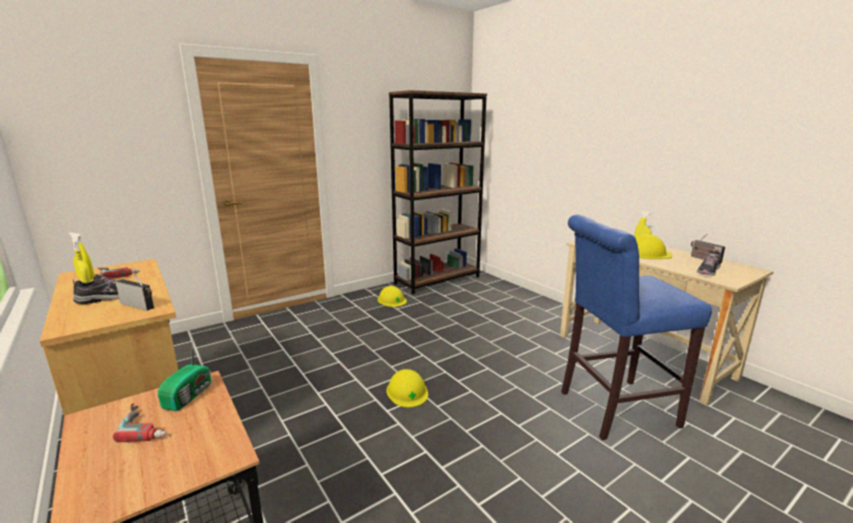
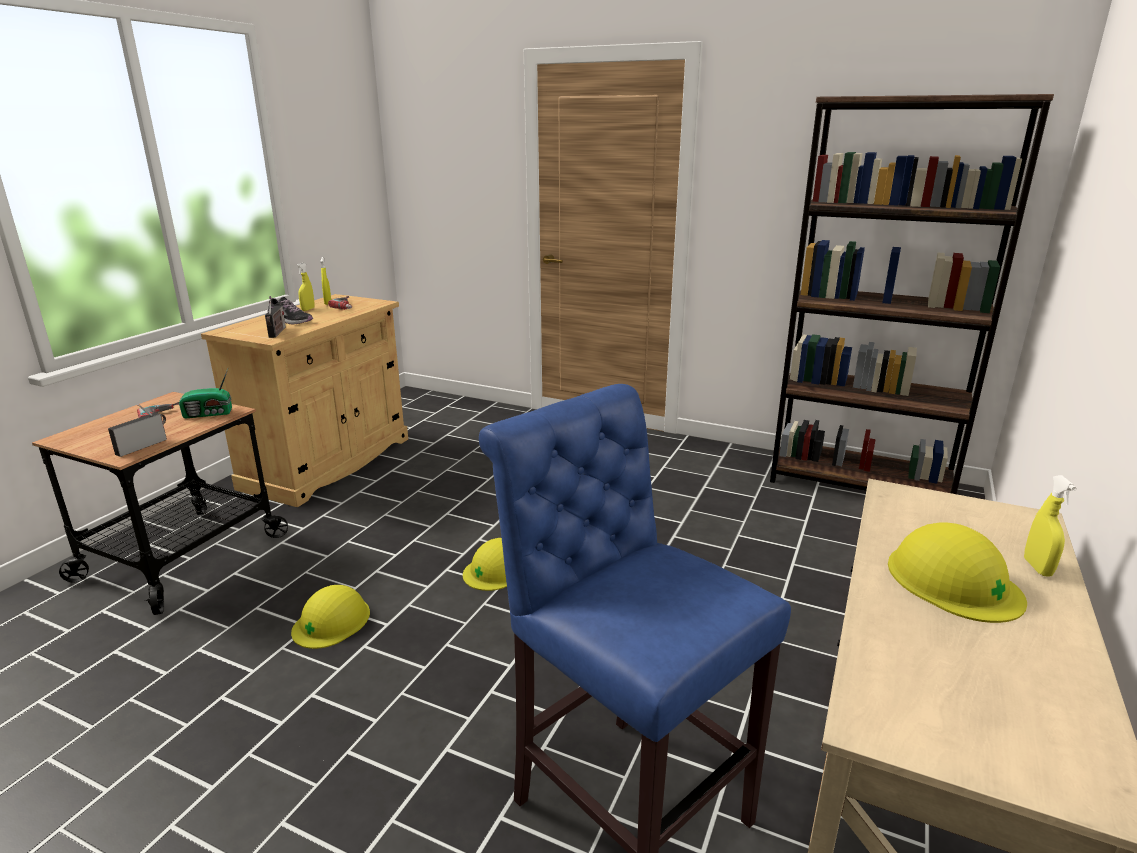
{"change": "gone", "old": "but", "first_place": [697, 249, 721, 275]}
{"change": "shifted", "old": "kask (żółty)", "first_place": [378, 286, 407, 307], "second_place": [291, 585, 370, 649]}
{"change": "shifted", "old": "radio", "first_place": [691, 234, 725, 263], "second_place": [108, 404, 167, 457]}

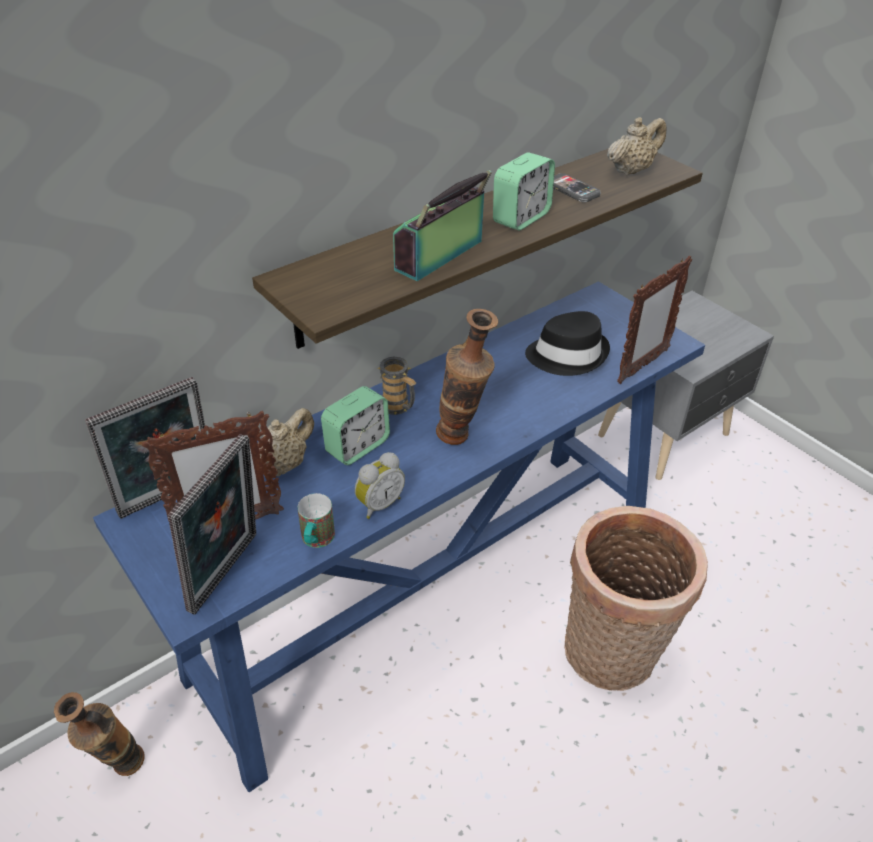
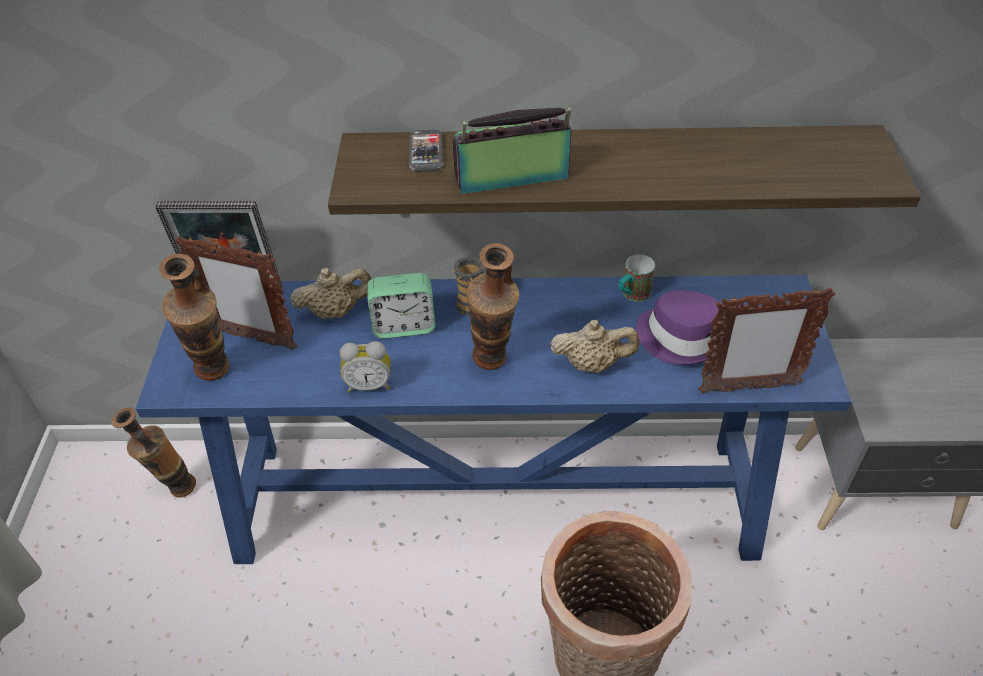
{"change": "gone", "old": "budzik", "first_place": [493, 152, 555, 230]}
{"change": "shifted", "old": "kubek", "first_place": [297, 493, 335, 548], "second_place": [619, 254, 655, 302]}
{"change": "shifted", "old": "telefon", "first_place": [553, 173, 601, 202], "second_place": [409, 130, 443, 172]}
{"change": "shifted", "old": "imbryk (beżowy)", "first_place": [607, 117, 666, 175], "second_place": [550, 320, 640, 373]}
{"change": "swapped", "old": "ramka na zdjęcie", "new": "wazon", "first_place": [168, 434, 256, 615], "second_place": [159, 254, 229, 381]}
{"change": "repainted", "old": "kapelusz (czarny)", "new": "kapelusz (fioletowy)", "first_place": [525, 311, 610, 376], "second_place": [636, 290, 724, 365]}

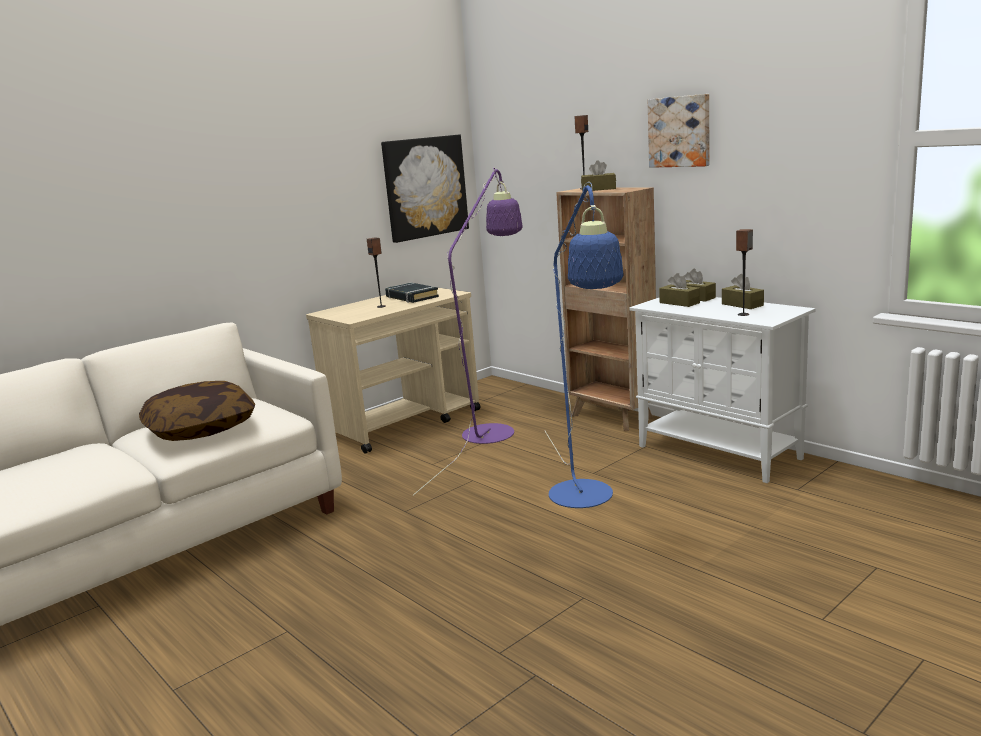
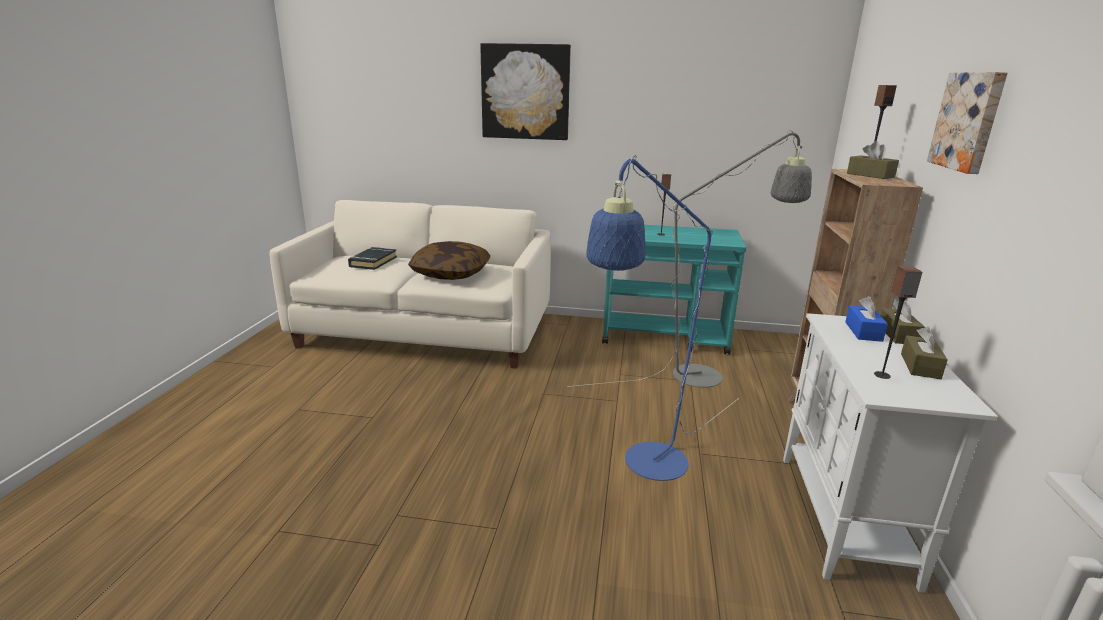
{"change": "shifted", "old": "obraz", "first_place": [381, 134, 469, 243], "second_place": [480, 43, 571, 140]}
{"change": "shifted", "old": "książka (czarny)", "first_place": [385, 283, 439, 303], "second_place": [348, 247, 397, 270]}
{"change": "repainted", "old": "wózek (beżowy)", "new": "wózek (turkusowy)", "first_place": [306, 288, 481, 454], "second_place": [602, 225, 747, 355]}
{"change": "repainted", "old": "lampa stojąca (fioletowy)", "new": "lampa stojąca (szary)", "first_place": [413, 167, 523, 495], "second_place": [567, 130, 812, 388]}
{"change": "repainted", "old": "pudełko chusteczek (brązowy)", "new": "pudełko chusteczek (niebieski)", "first_place": [659, 273, 700, 307], "second_place": [845, 296, 888, 342]}

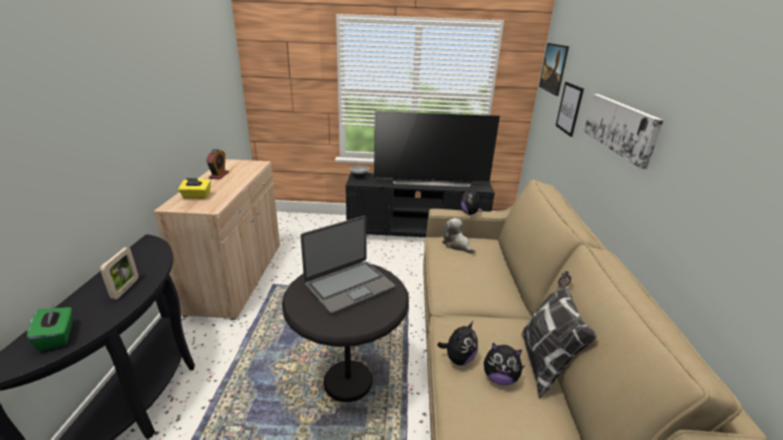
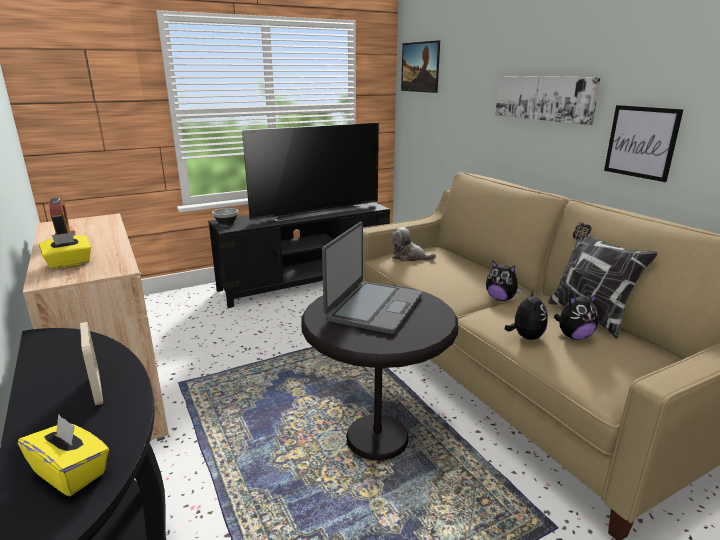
{"change": "shifted", "old": "pluszak", "first_place": [461, 186, 482, 215], "second_place": [486, 261, 523, 301]}
{"change": "shifted", "old": "obraz", "first_place": [556, 82, 584, 137], "second_place": [604, 105, 684, 182]}
{"change": "repainted", "old": "pudełko chusteczek (zielony)", "new": "pudełko chusteczek (żółty)", "first_place": [27, 305, 72, 351], "second_place": [18, 414, 109, 496]}

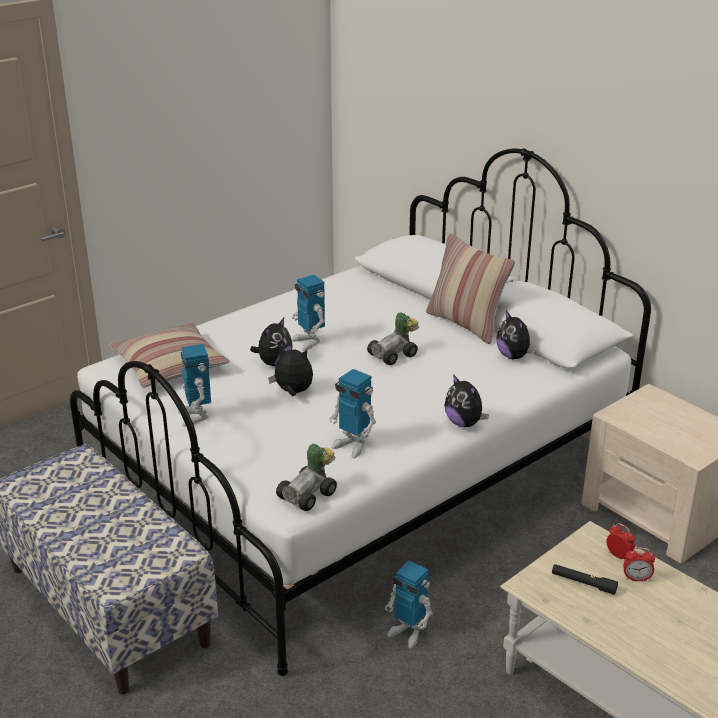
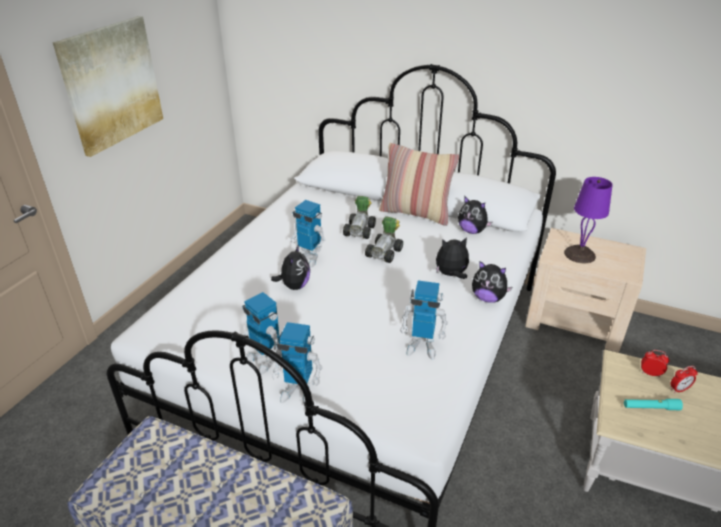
{"change": "gone", "old": "poduszka", "first_place": [109, 322, 230, 388]}
{"change": "new", "new": "obraz", "second_place": [53, 16, 163, 157]}
{"change": "new", "new": "lampa stołowa (fioletowy)", "second_place": [564, 177, 612, 263]}
{"change": "shifted", "old": "pluszak", "first_place": [268, 345, 313, 396], "second_place": [436, 237, 469, 279]}
{"change": "shifted", "old": "samochodzik", "first_place": [276, 444, 337, 511], "second_place": [343, 196, 376, 239]}
{"change": "shifted", "old": "robot zabawkowy", "first_place": [385, 561, 433, 648], "second_place": [271, 322, 322, 403]}
{"change": "repainted", "old": "latarka (czarny)", "new": "latarka (turkusowy)", "first_place": [552, 564, 618, 595], "second_place": [624, 399, 683, 410]}

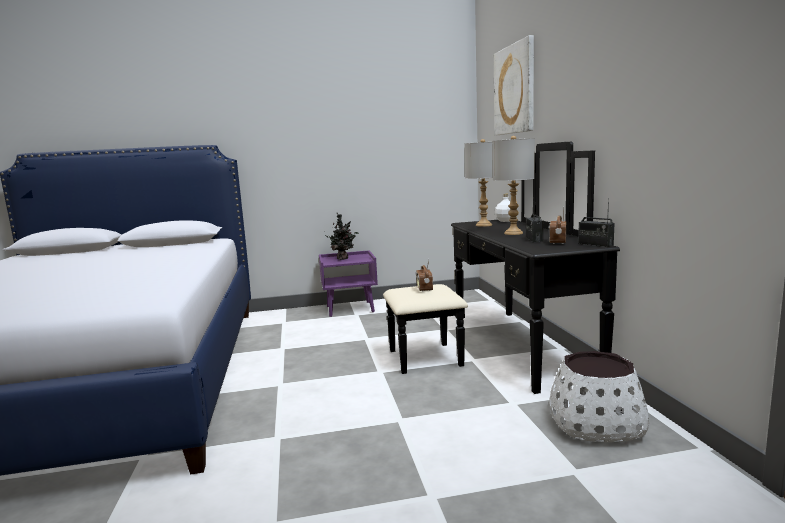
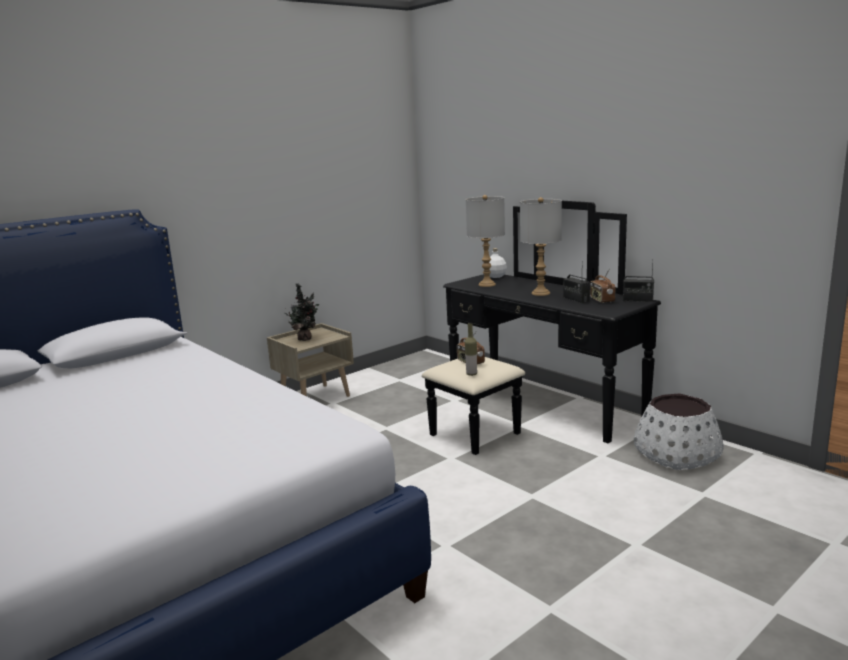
{"change": "gone", "old": "obraz", "first_place": [494, 35, 534, 135]}
{"change": "new", "new": "butelka", "second_place": [465, 323, 477, 376]}
{"change": "repainted", "old": "szafka nocna (fioletowy)", "new": "szafka nocna (beżowy)", "first_place": [319, 250, 378, 317], "second_place": [267, 323, 354, 397]}

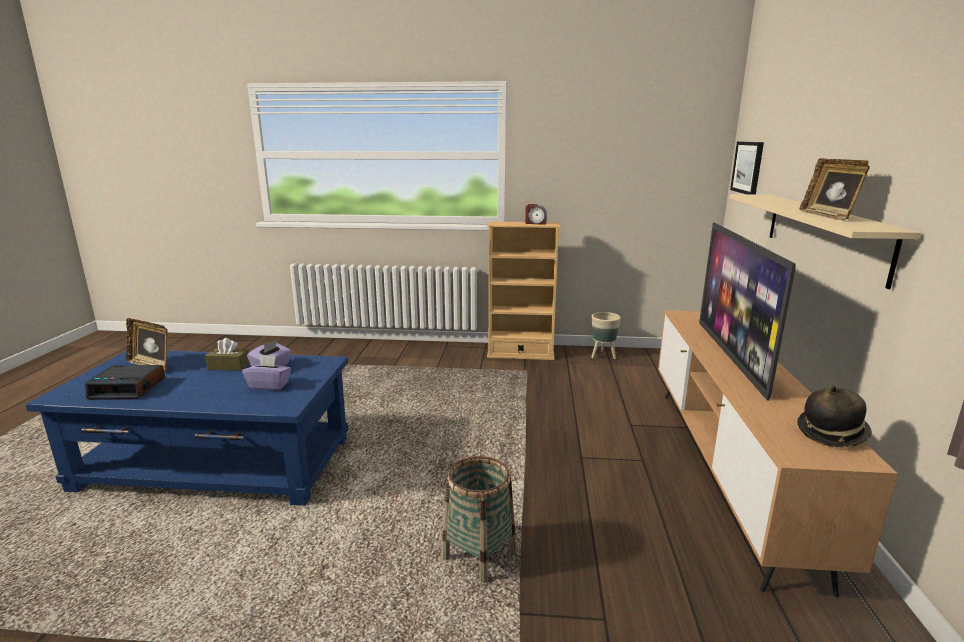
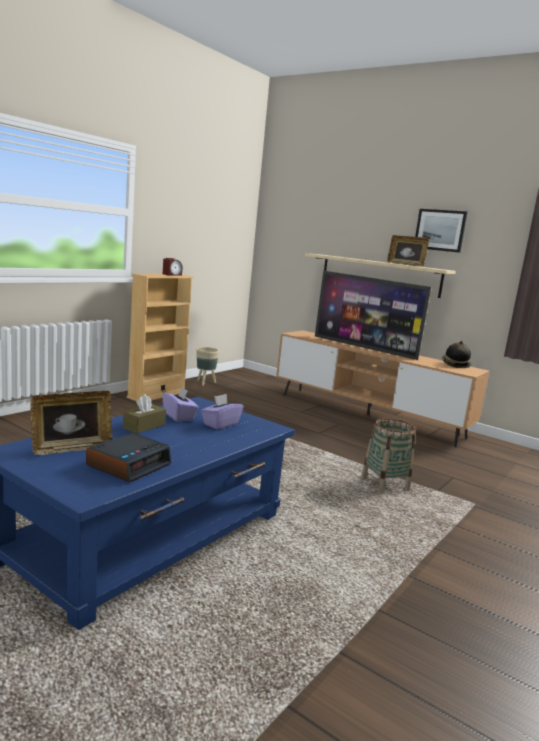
{"change": "shifted", "old": "obraz", "first_place": [730, 142, 764, 194], "second_place": [415, 209, 468, 253]}

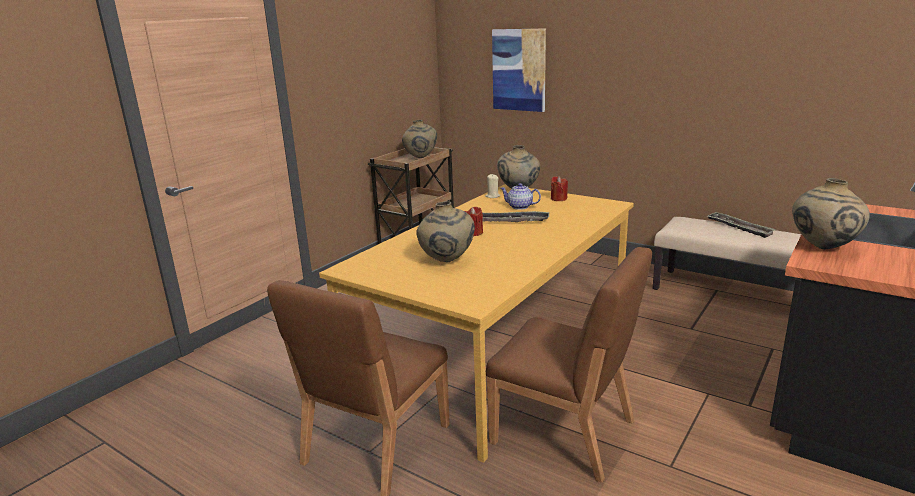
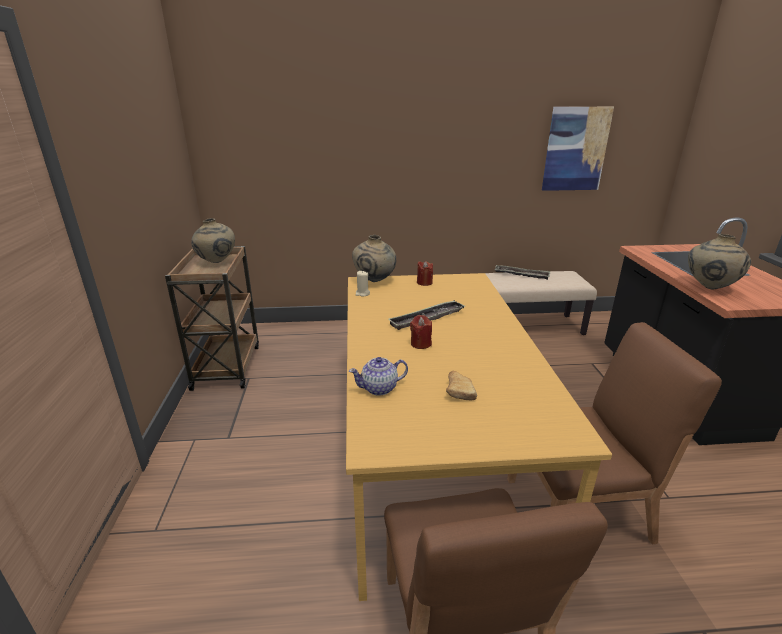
{"change": "shifted", "old": "obraz", "first_place": [492, 29, 546, 112], "second_place": [542, 107, 614, 191]}
{"change": "shifted", "old": "imbryk", "first_place": [500, 183, 541, 210], "second_place": [349, 357, 408, 396]}
{"change": "swapped", "old": "wazon (beżowy)", "new": "chleb", "first_place": [416, 201, 475, 262], "second_place": [446, 371, 477, 401]}

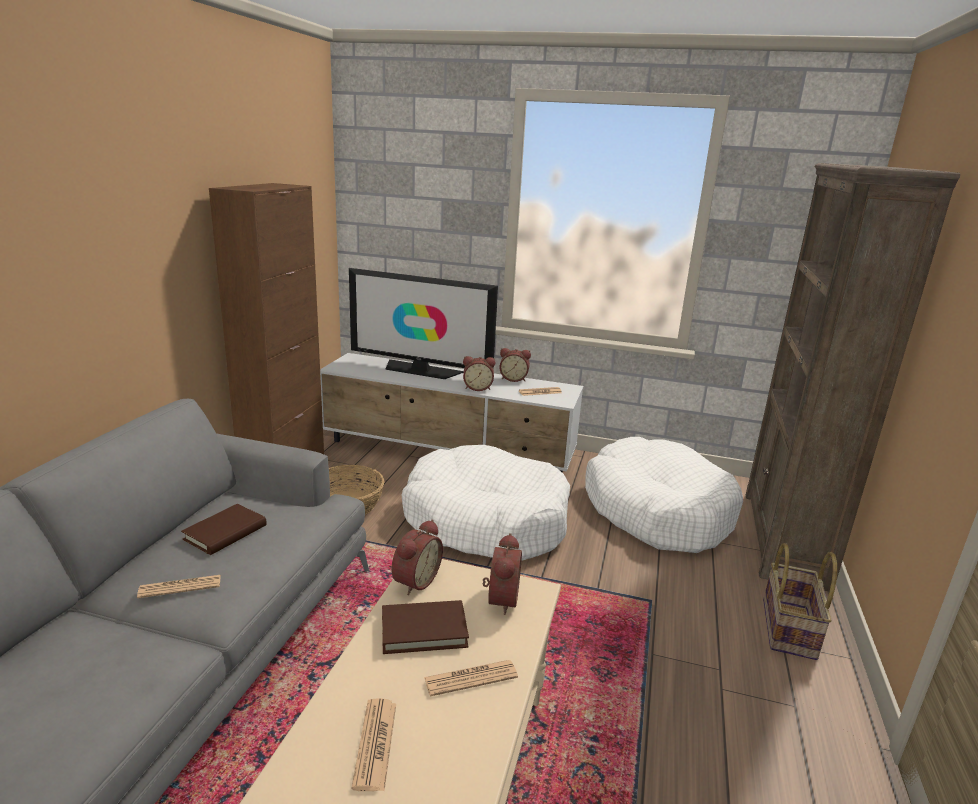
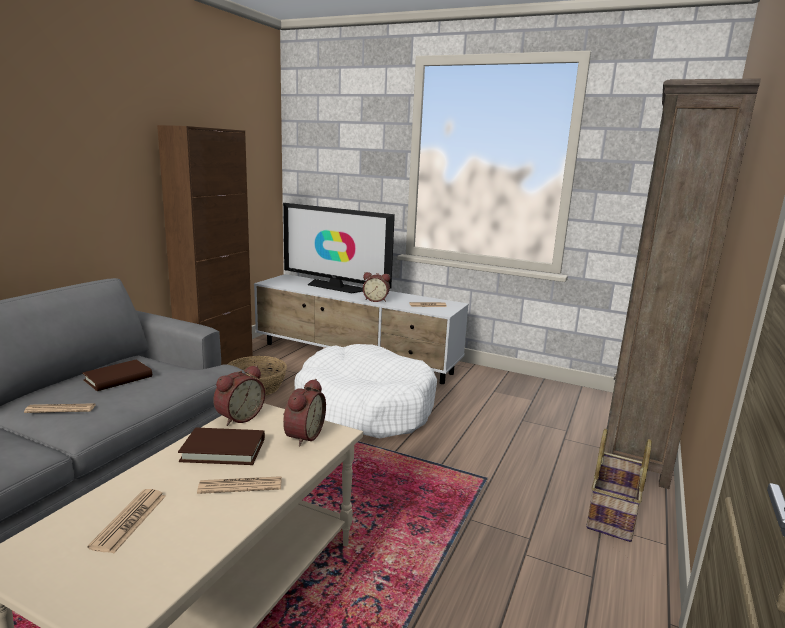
{"change": "gone", "old": "budzik", "first_place": [499, 348, 531, 382]}
{"change": "gone", "old": "legowisko (biały)", "first_place": [585, 437, 743, 553]}

